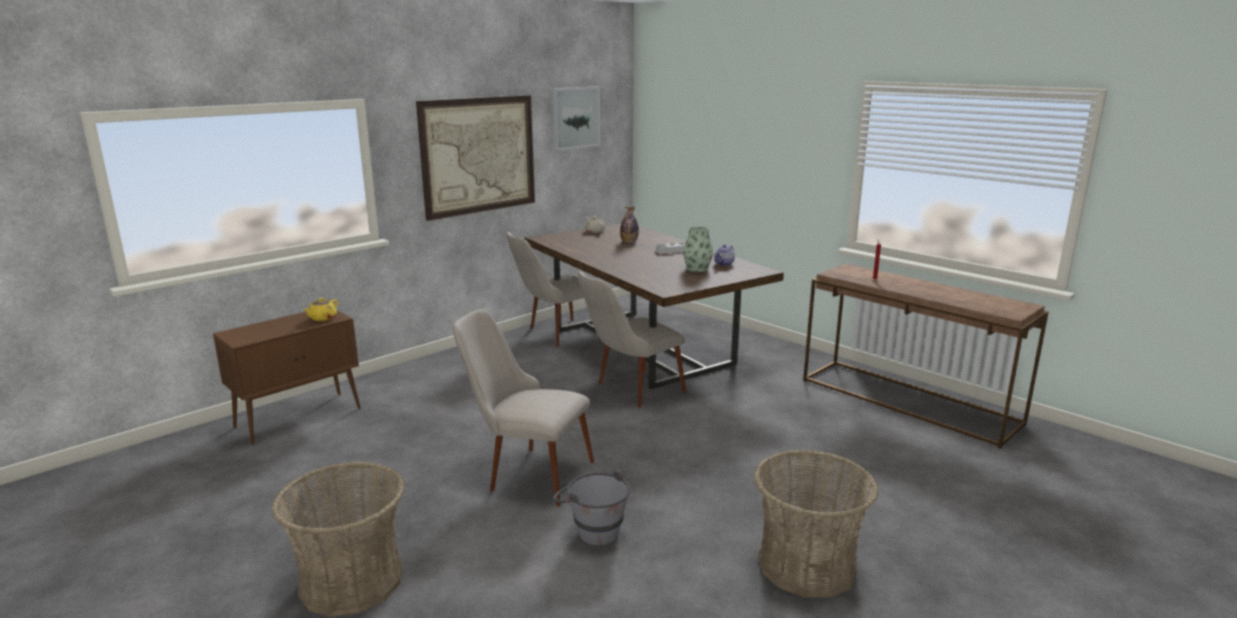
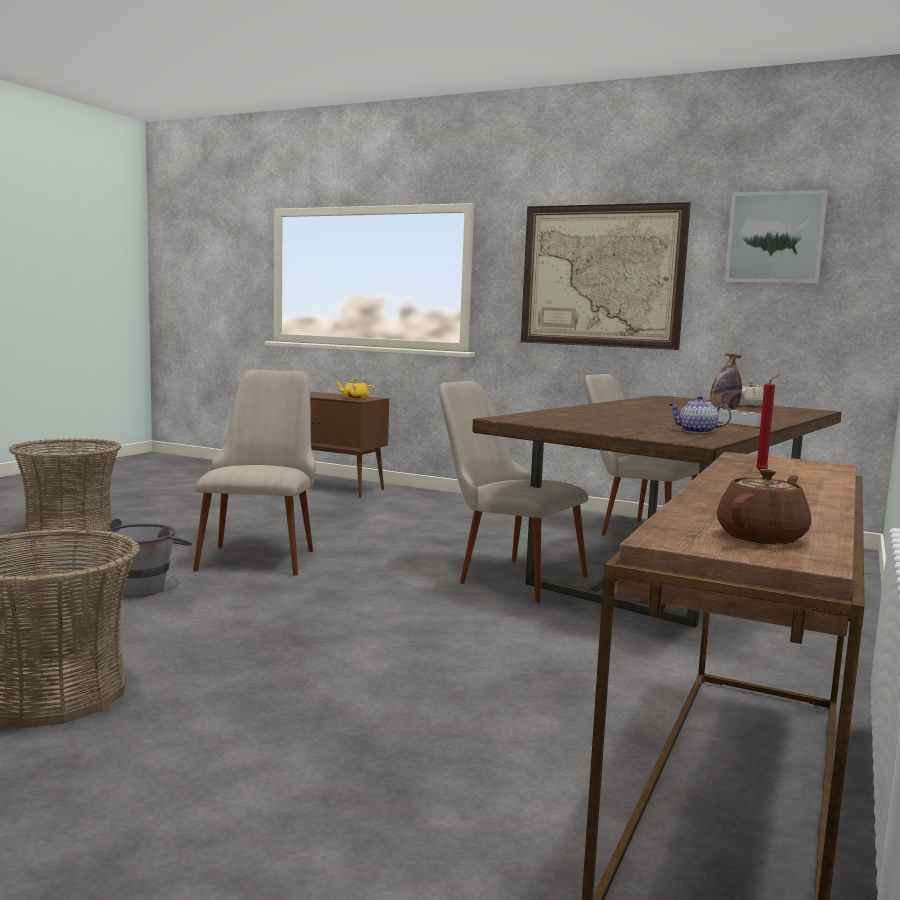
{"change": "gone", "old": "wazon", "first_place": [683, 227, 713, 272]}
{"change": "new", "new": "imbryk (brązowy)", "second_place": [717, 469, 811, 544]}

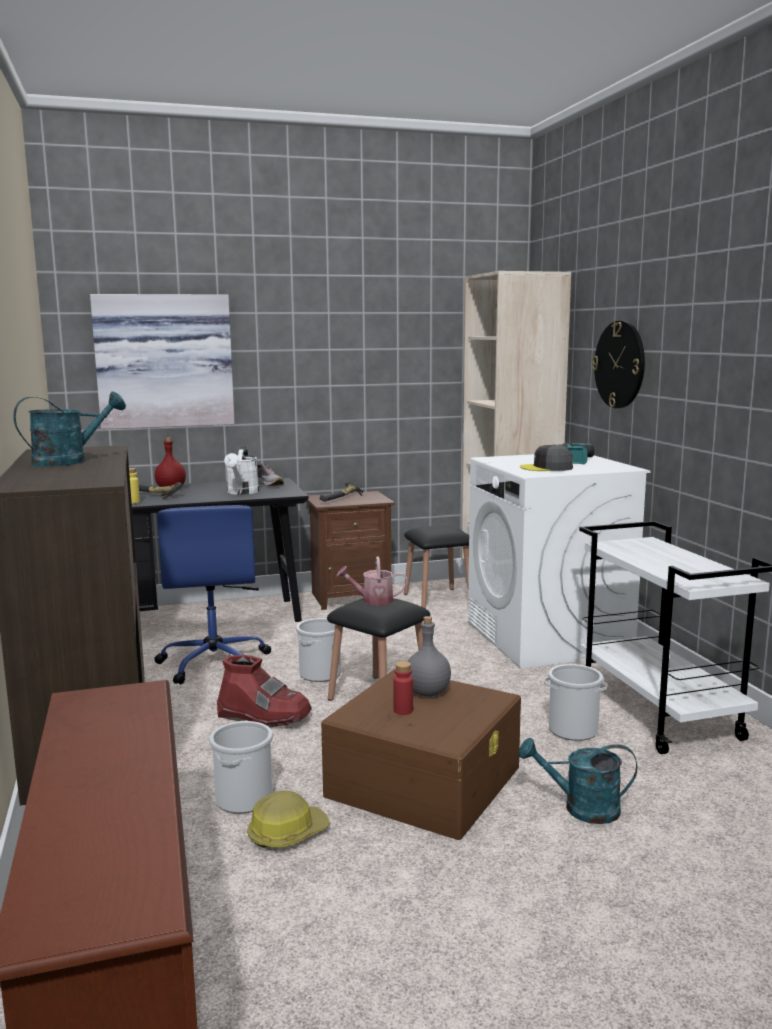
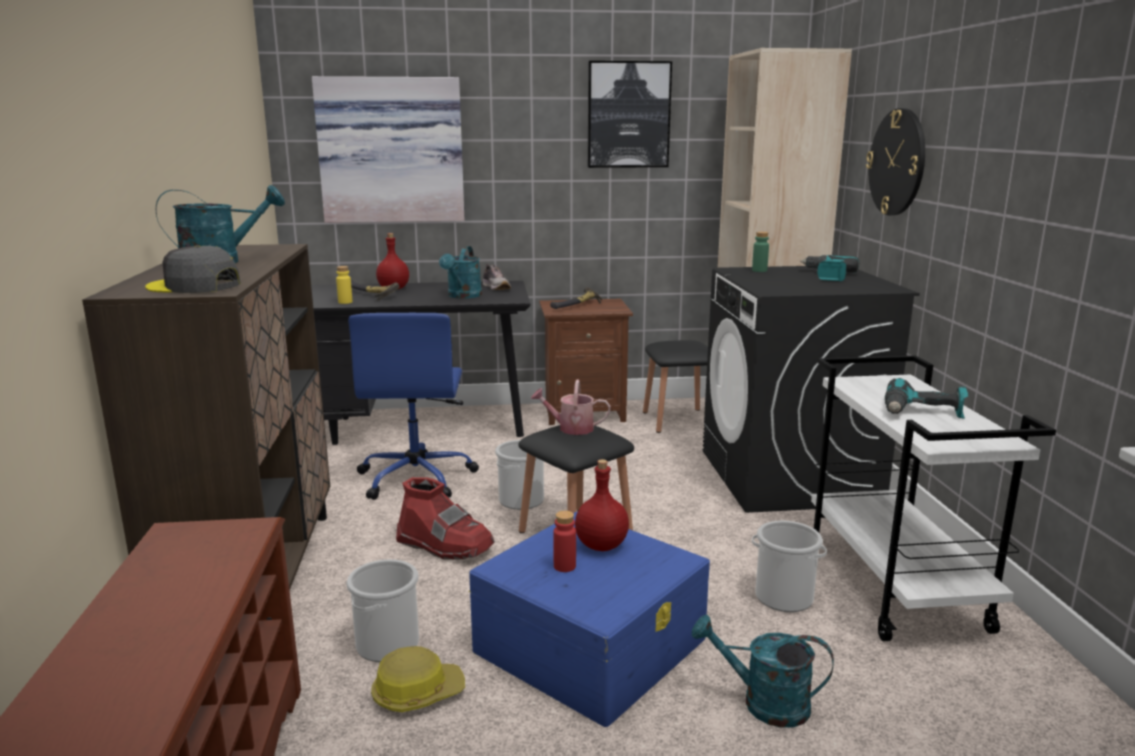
{"change": "new", "new": "obraz", "second_place": [588, 61, 672, 168]}
{"change": "new", "new": "butelka (zielony)", "second_place": [752, 232, 769, 272]}
{"change": "new", "new": "wiertarka", "second_place": [885, 378, 968, 419]}
{"change": "shifted", "old": "czapka z daszkiem (szary)", "first_place": [520, 444, 573, 471], "second_place": [145, 245, 241, 293]}
{"change": "repainted", "old": "konewka (biały)", "new": "konewka (turkusowy)", "first_place": [224, 446, 259, 495], "second_place": [439, 246, 482, 299]}
{"change": "repainted", "old": "pojemnik do przechowywania (brązowy)", "new": "pojemnik do przechowywania (niebieski)", "first_place": [320, 669, 521, 840], "second_place": [468, 511, 710, 727]}
{"change": "repainted", "old": "butelka (szary)", "new": "butelka (czerwony)", "first_place": [408, 616, 451, 697], "second_place": [575, 459, 629, 551]}
{"change": "repainted", "old": "pralka (biały)", "new": "pralka (czarny)", "first_place": [468, 454, 650, 668], "second_place": [703, 266, 920, 513]}

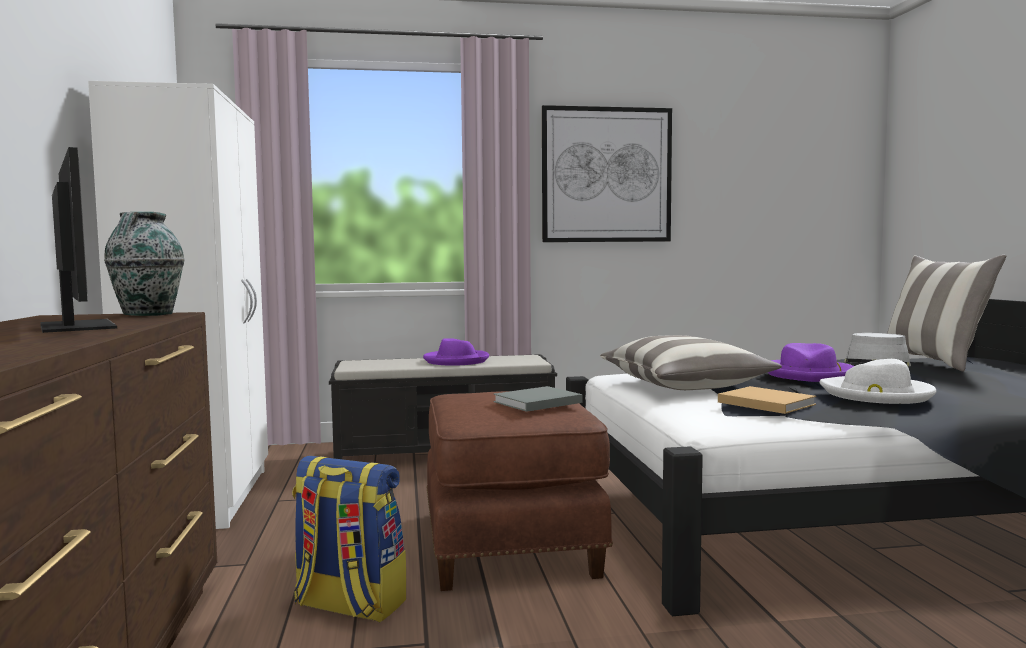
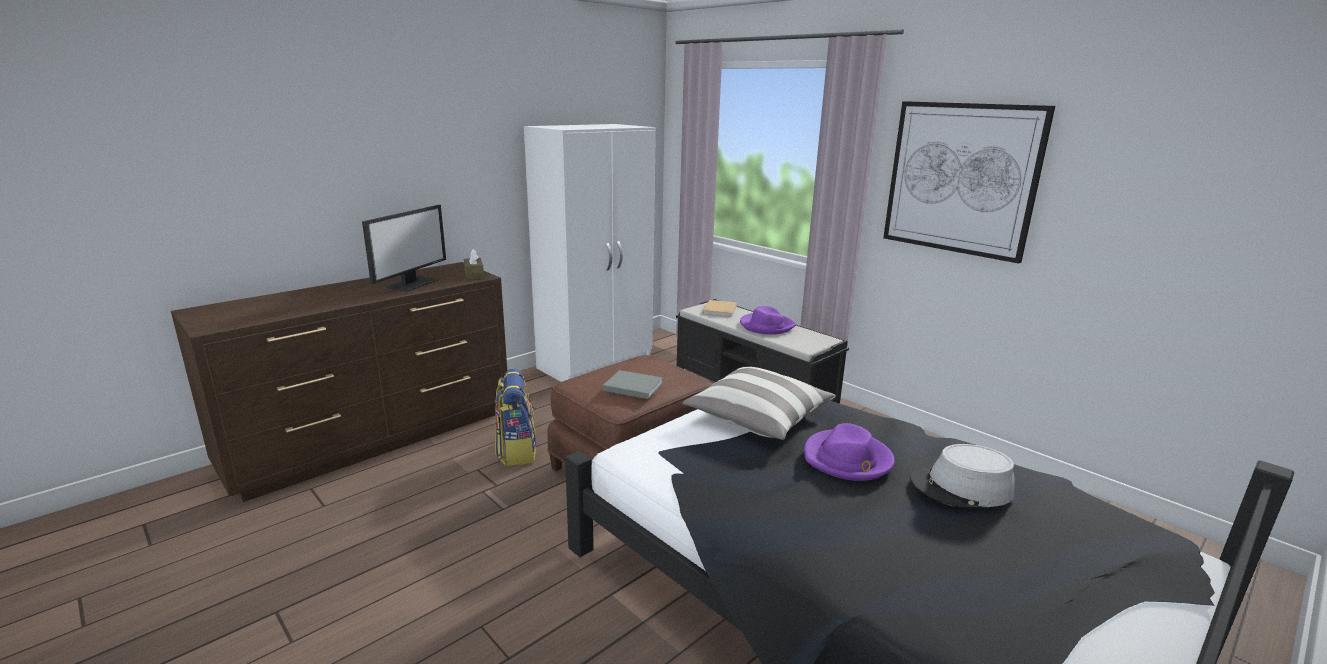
{"change": "gone", "old": "kapelusz (biały)", "first_place": [819, 359, 936, 404]}
{"change": "gone", "old": "poduszka", "first_place": [887, 255, 1006, 372]}
{"change": "shifted", "old": "książka (beżowy)", "first_place": [718, 386, 816, 414], "second_place": [703, 300, 737, 317]}
{"change": "swapped", "old": "wazon", "new": "pudełko chusteczek (brązowy)", "first_place": [104, 212, 185, 316], "second_place": [464, 249, 484, 280]}

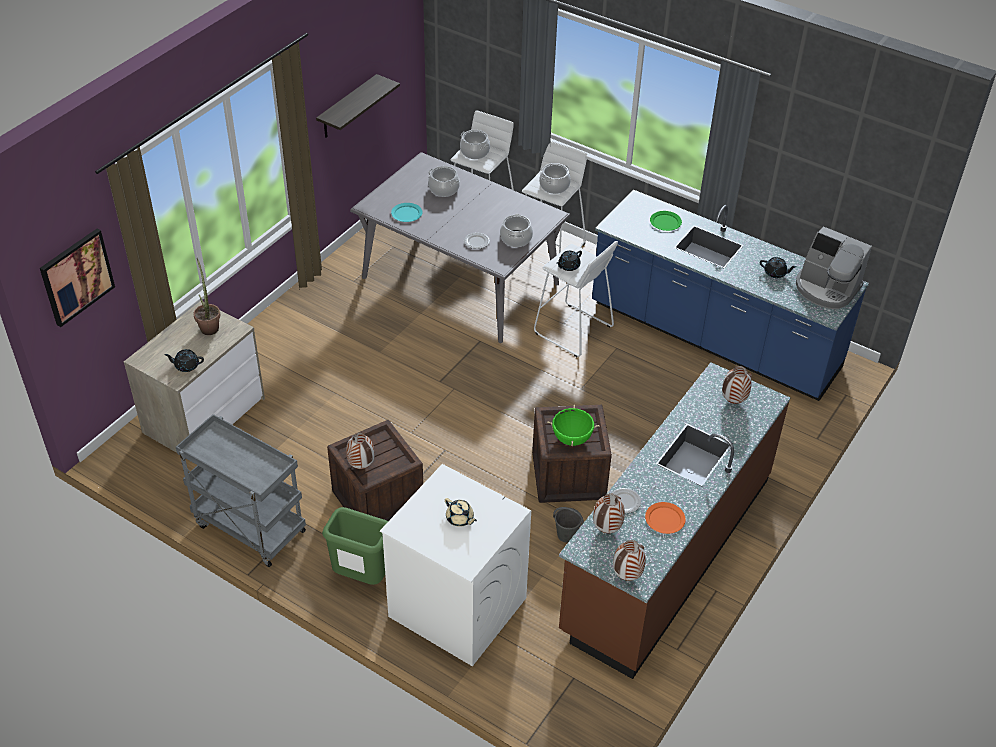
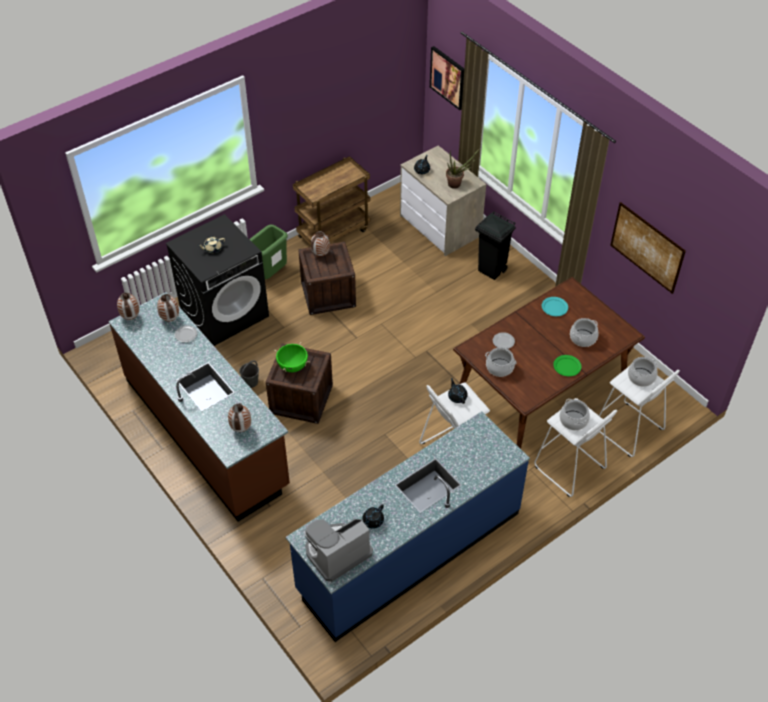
{"change": "gone", "old": "talerz (pomarańczowy)", "first_place": [645, 502, 686, 534]}
{"change": "new", "new": "kosz na śmieci (czarny)", "second_place": [475, 211, 516, 280]}
{"change": "shifted", "old": "talerz (zielony)", "first_place": [650, 211, 682, 231], "second_place": [553, 355, 581, 376]}
{"change": "swapped", "old": "półka", "new": "obraz", "first_place": [316, 74, 400, 138], "second_place": [610, 202, 686, 294]}
{"change": "repainted", "old": "wózek (szary)", "new": "wózek (brązowy)", "first_place": [176, 414, 306, 567], "second_place": [293, 156, 371, 245]}
{"change": "repainted", "old": "stół jadalny (szary)", "new": "stół jadalny (brązowy)", "first_place": [350, 152, 570, 343], "second_place": [453, 277, 645, 449]}
{"change": "repainted", "old": "pralka (biały)", "new": "pralka (czarny)", "first_place": [380, 464, 531, 666], "second_place": [166, 214, 269, 346]}

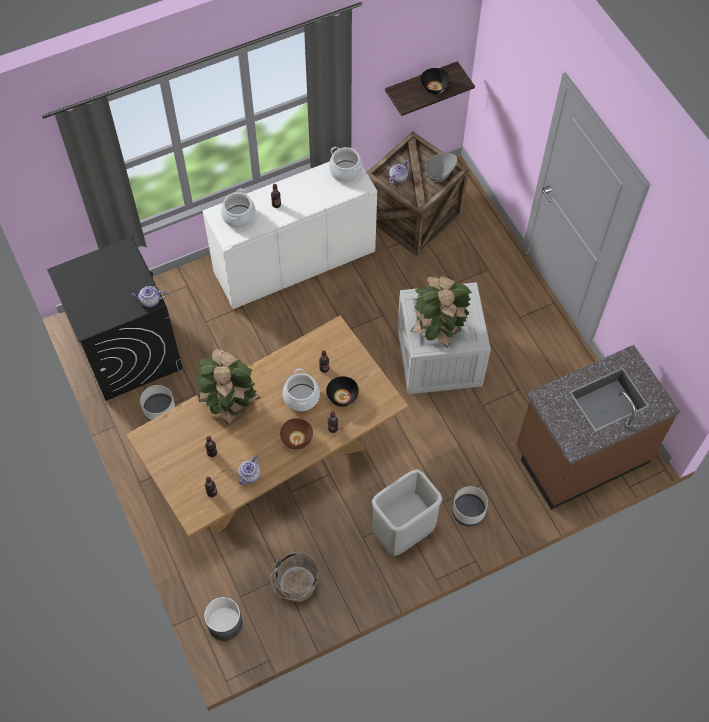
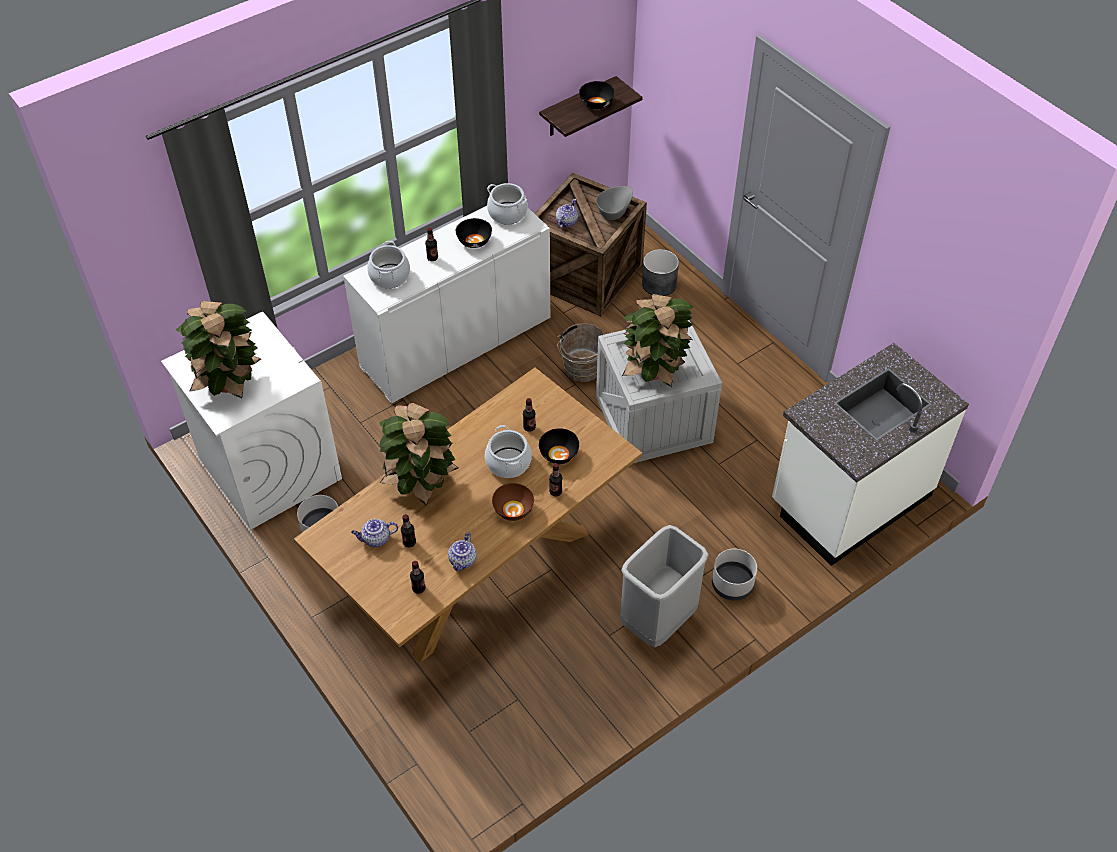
{"change": "new", "new": "roślina doniczkowa", "second_place": [176, 301, 261, 399]}
{"change": "new", "new": "miska (czarny)", "second_place": [456, 218, 492, 248]}
{"change": "shifted", "old": "imbryk", "first_place": [131, 286, 166, 307], "second_place": [351, 519, 398, 547]}
{"change": "shifted", "old": "donica (szary)", "first_place": [204, 597, 242, 641], "second_place": [642, 249, 679, 296]}
{"change": "shifted", "old": "wiadro (brązowy)", "first_place": [271, 552, 319, 602], "second_place": [557, 323, 605, 382]}
{"change": "repainted", "old": "pralka (czarny)", "new": "pralka (biały)", "first_place": [47, 237, 183, 401], "second_place": [161, 312, 342, 530]}
{"change": "repainted", "old": "zabudowa kuchenna (brązowy)", "new": "zabudowa kuchenna (biały)", "first_place": [516, 345, 680, 510], "second_place": [772, 343, 969, 566]}

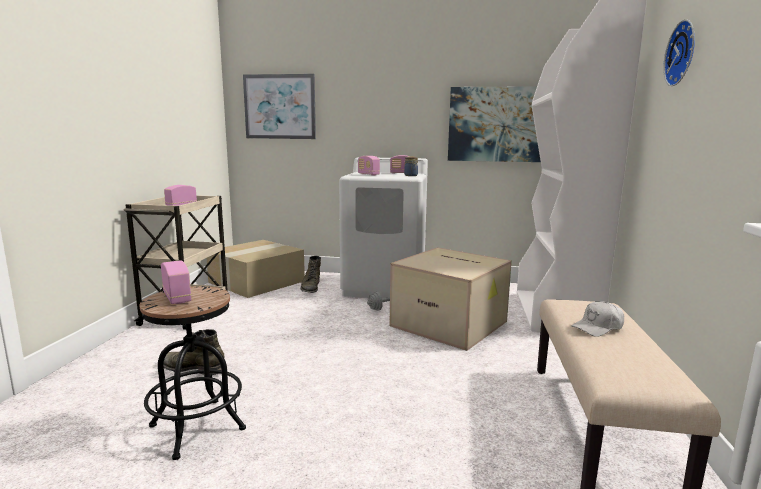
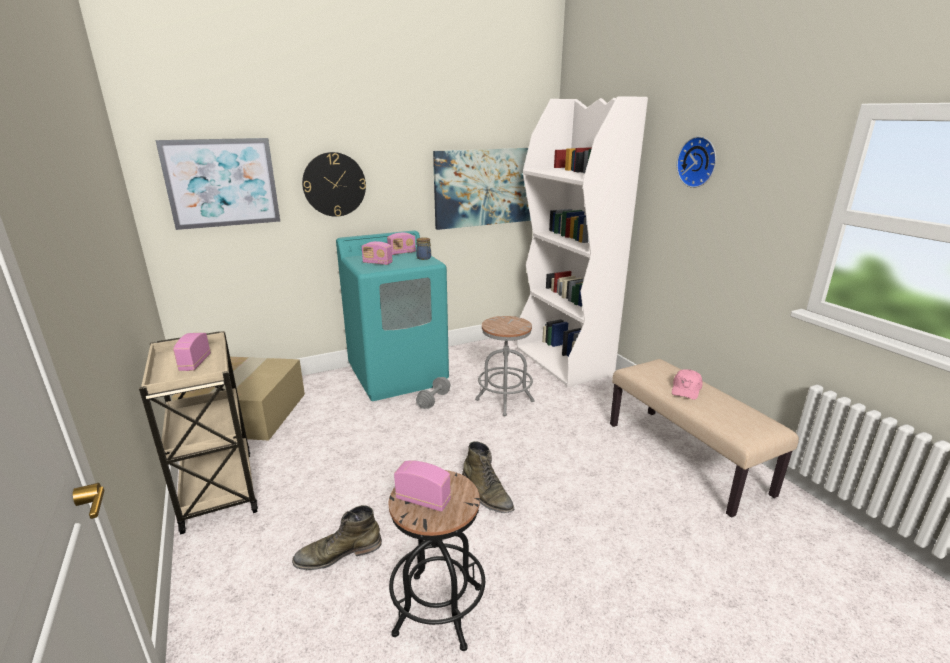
{"change": "new", "new": "zegar ścienny", "second_place": [302, 152, 366, 217]}
{"change": "shifted", "old": "but z cholewką (zielony)", "first_place": [300, 256, 321, 293], "second_place": [462, 441, 514, 513]}
{"change": "swapped", "old": "karton", "new": "stołek (szary)", "first_place": [389, 247, 512, 351], "second_place": [475, 316, 534, 416]}
{"change": "repainted", "old": "pralka (biały)", "new": "pralka (turkusowy)", "first_place": [339, 157, 428, 298], "second_place": [336, 230, 449, 401]}
{"change": "repainted", "old": "czapka z daszkiem (biały)", "new": "czapka z daszkiem (różowy)", "first_place": [572, 301, 624, 337], "second_place": [672, 369, 703, 400]}

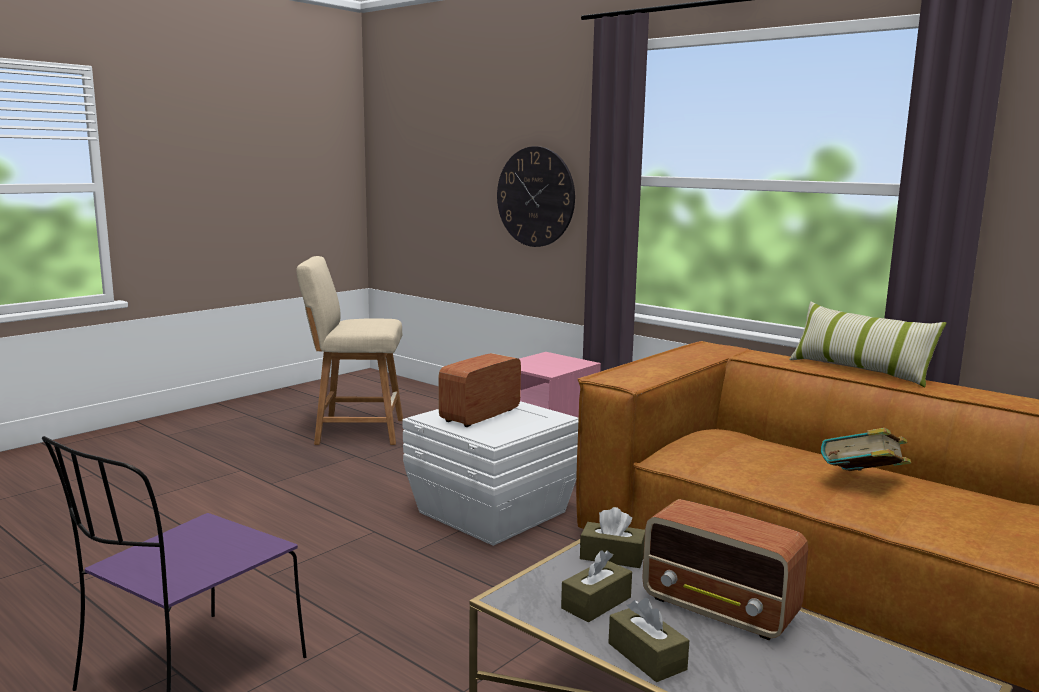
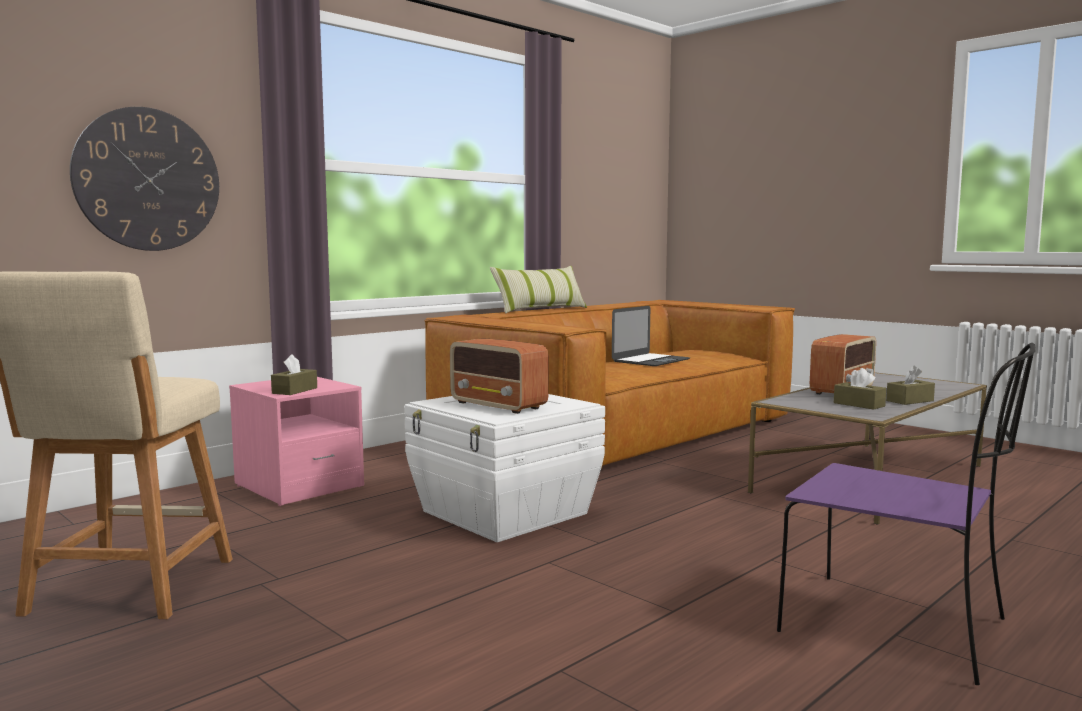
{"change": "shifted", "old": "pudełko chusteczek (brązowy)", "first_place": [580, 507, 645, 568], "second_place": [271, 354, 317, 395]}
{"change": "swapped", "old": "książka", "new": "laptop", "first_place": [821, 428, 911, 471], "second_place": [612, 306, 690, 366]}

